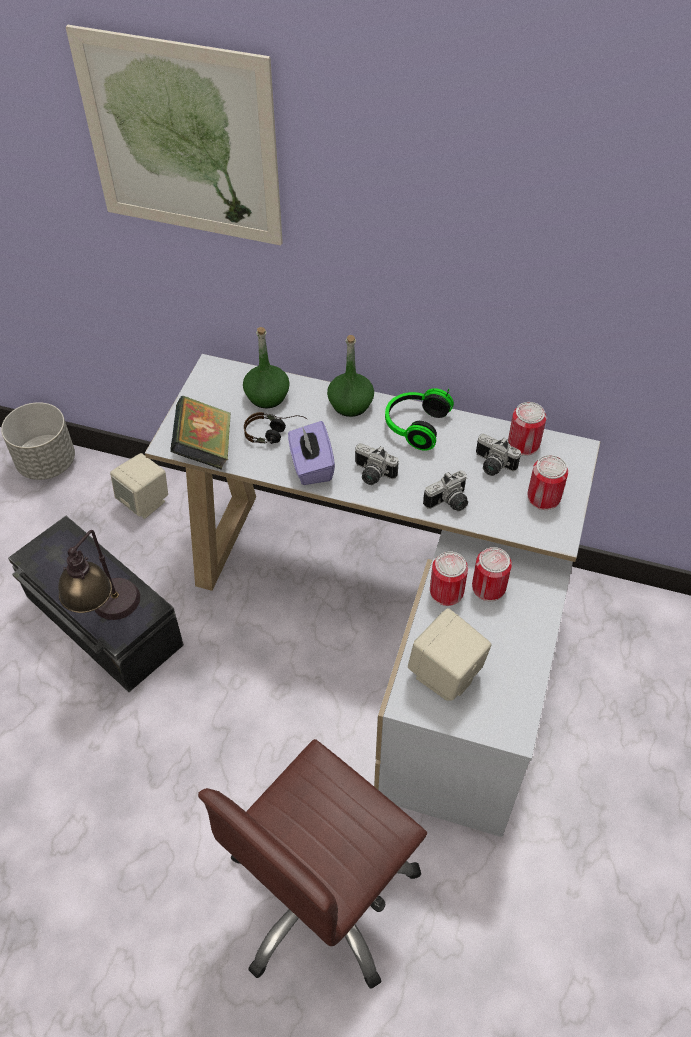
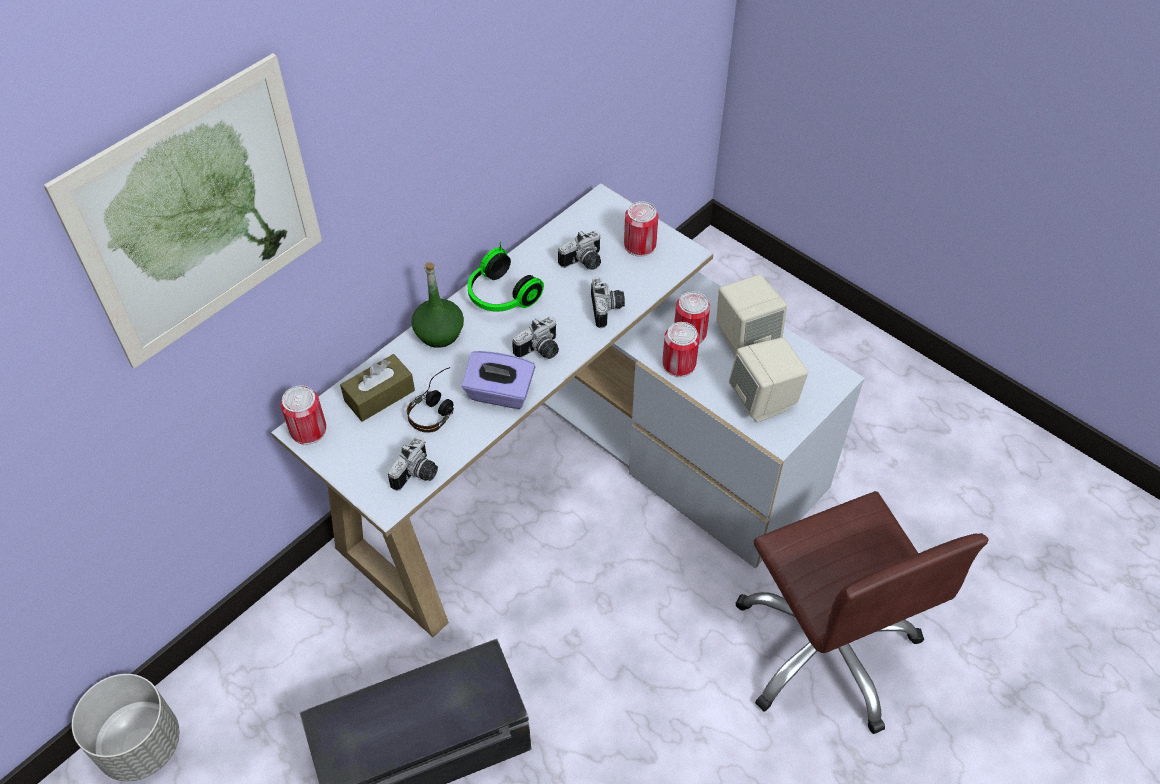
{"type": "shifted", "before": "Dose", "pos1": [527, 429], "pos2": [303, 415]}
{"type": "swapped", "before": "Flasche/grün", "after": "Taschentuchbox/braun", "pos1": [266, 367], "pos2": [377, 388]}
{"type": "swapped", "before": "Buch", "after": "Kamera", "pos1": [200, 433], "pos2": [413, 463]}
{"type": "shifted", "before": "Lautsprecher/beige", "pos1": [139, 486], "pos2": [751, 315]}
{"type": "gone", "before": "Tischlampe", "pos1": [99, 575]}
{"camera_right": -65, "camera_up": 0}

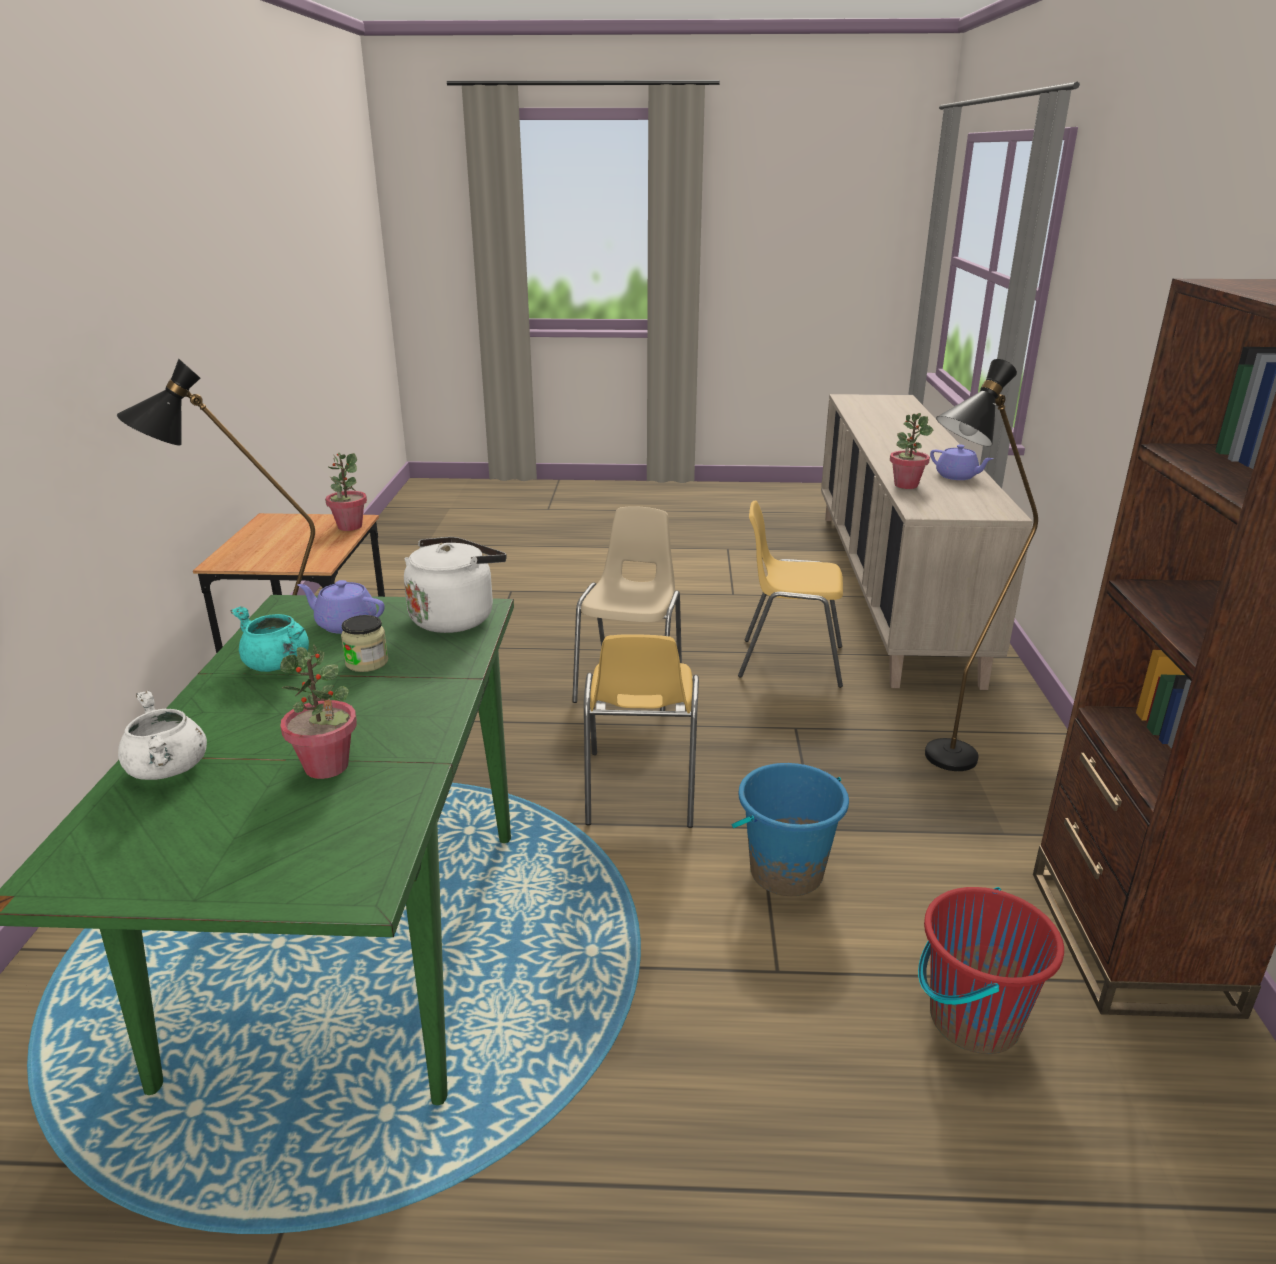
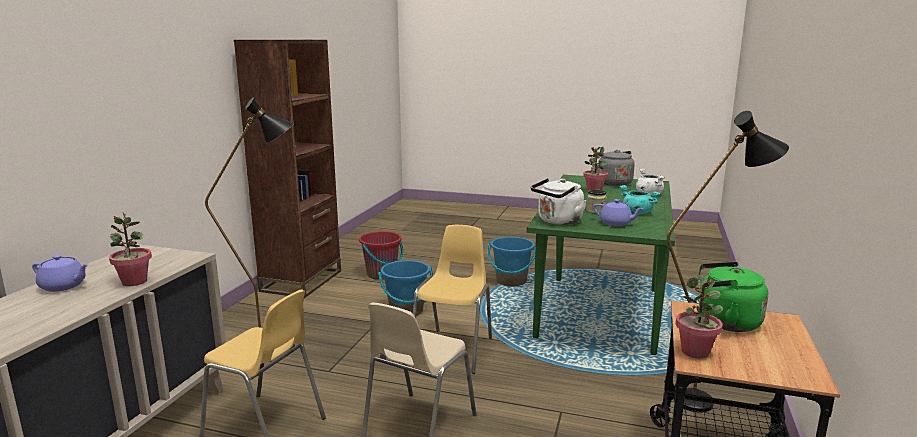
{"type": "rotated", "before": "Teekanne/lila", "pos1": [961, 462], "pos2": [60, 273], "turn": 135}
{"type": "new", "after": "Eimer/blau", "pos2": [512, 261]}
{"type": "new", "after": "Wasserkessel/grau", "pos2": [614, 168]}
{"type": "new", "after": "Wasserkessel/grün", "pos2": [732, 297]}
{"camera_right": -165, "camera_up": -10}

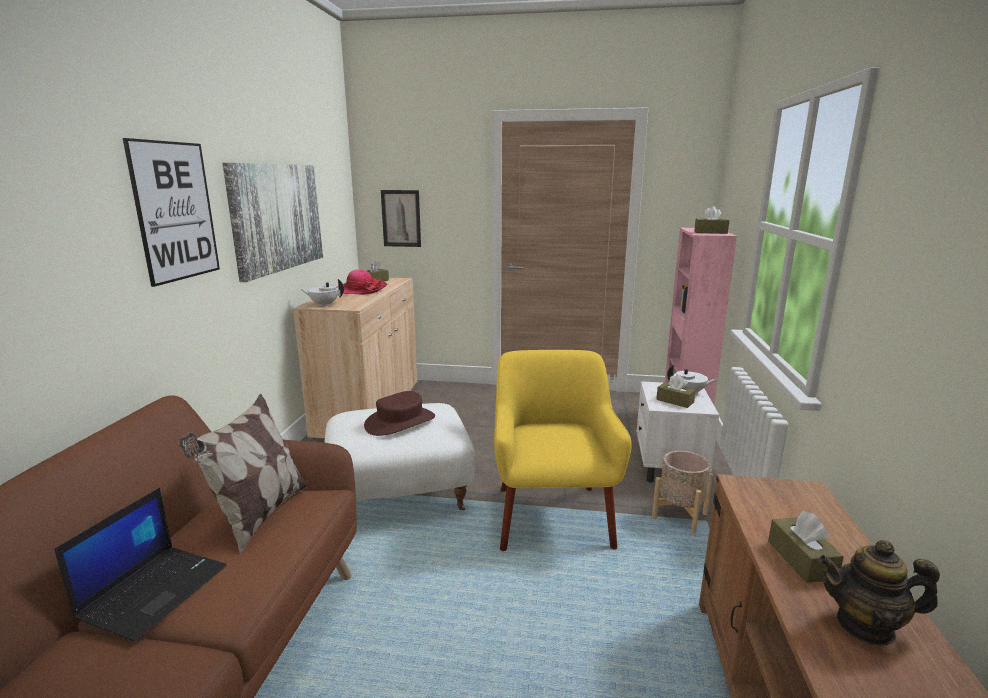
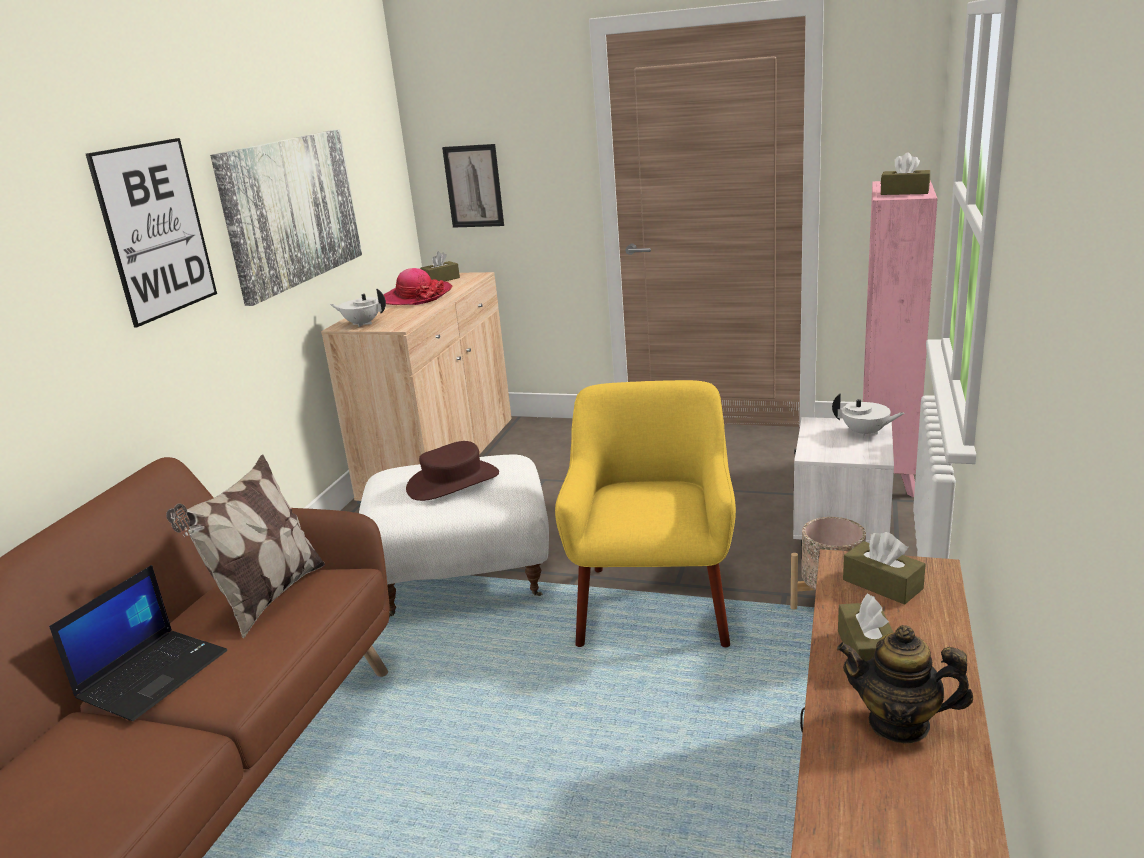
{"type": "shifted", "before": "Taschentuchbox/braun", "pos1": [676, 391], "pos2": [884, 568]}
{"camera_right": 10, "camera_up": 5}

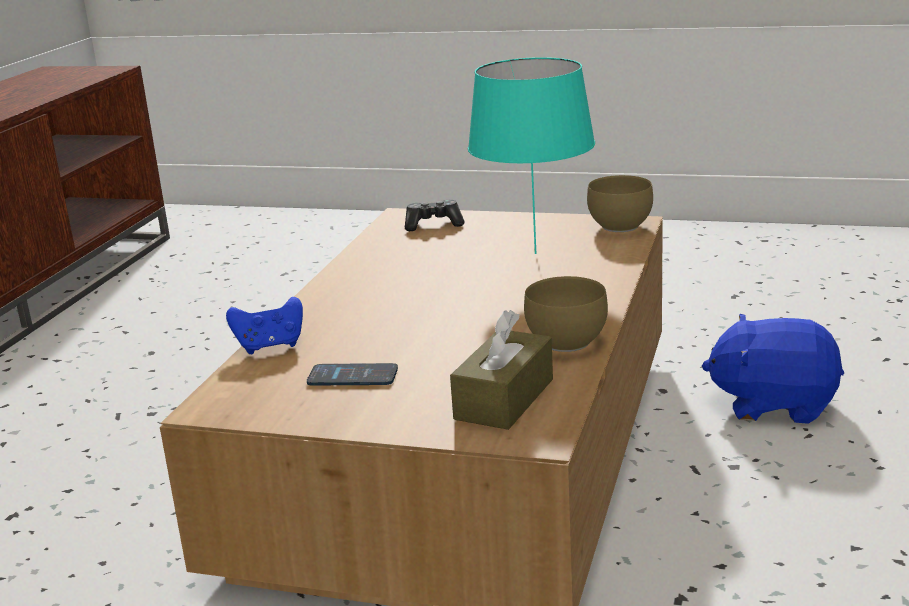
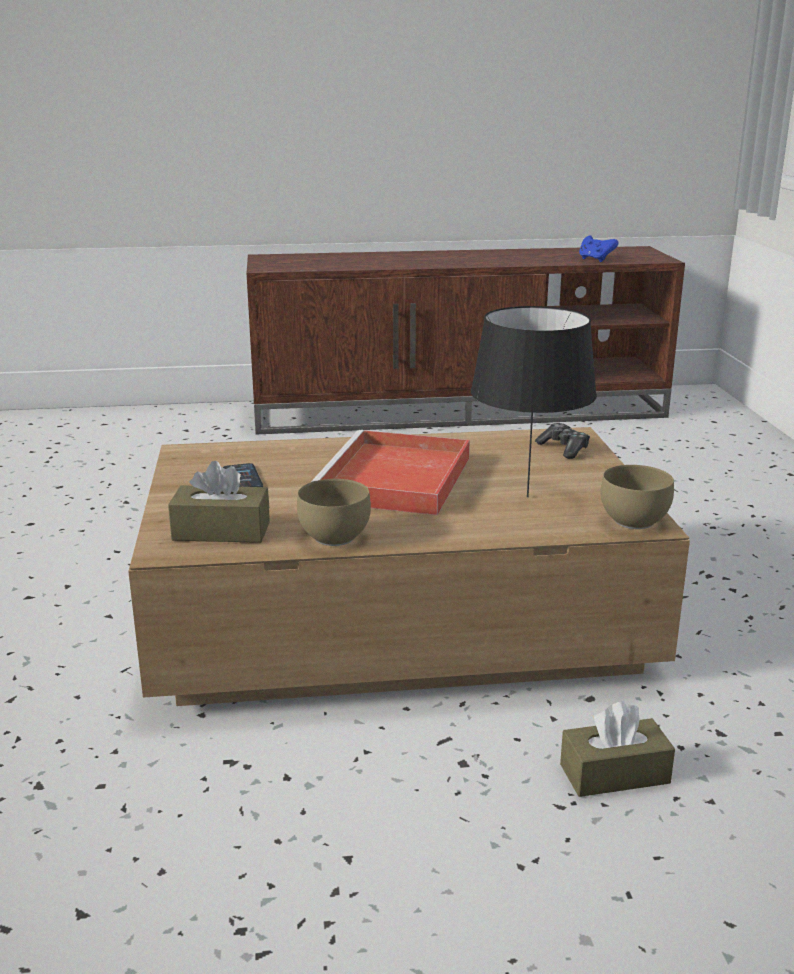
{"type": "new", "after": "Tablett/rot", "pos2": [390, 472]}
{"type": "repainted", "before": "Tischlampe/türkis", "after": "Tischlampe/schwarz", "pos1": [531, 155], "pos2": [534, 401]}
{"type": "swapped", "before": "Plüschtier/blau", "after": "Taschentuchbox/braun", "pos1": [773, 369], "pos2": [617, 749]}
{"type": "shifted", "before": "Gamepad/blau", "pos1": [264, 325], "pos2": [598, 248]}
{"camera_right": 65, "camera_up": 0}

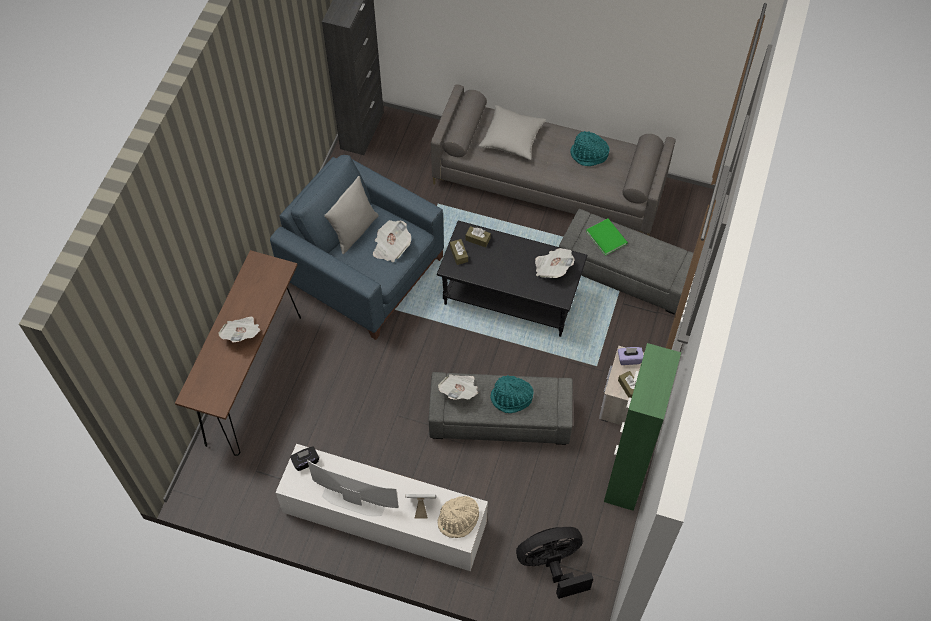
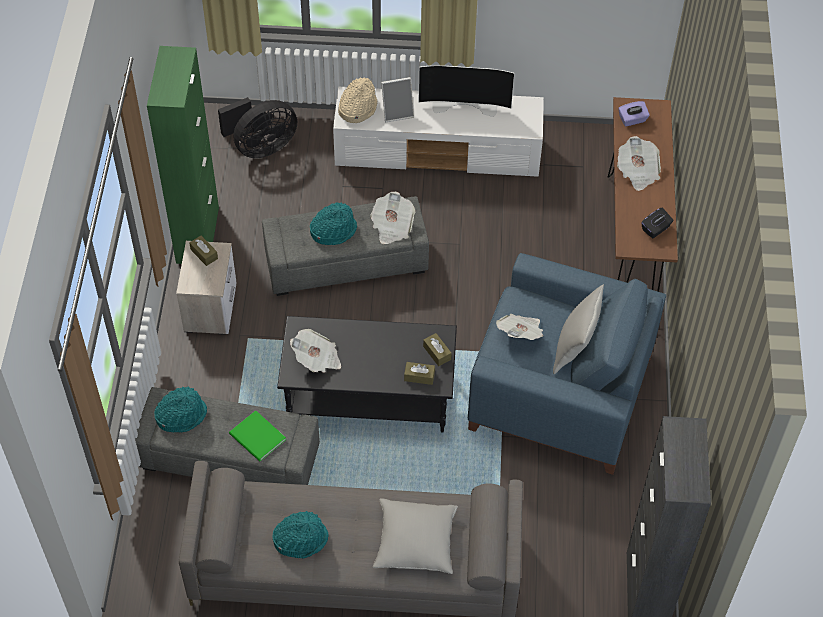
{"type": "new", "after": "Hut/türkis", "pos2": [180, 409]}
{"type": "shifted", "before": "Taschentuchbox/lila", "pos1": [631, 356], "pos2": [634, 113]}
{"type": "shifted", "before": "Taschentuchbox/schwarz", "pos1": [304, 458], "pos2": [657, 223]}
{"camera_right": 165, "camera_up": -5}

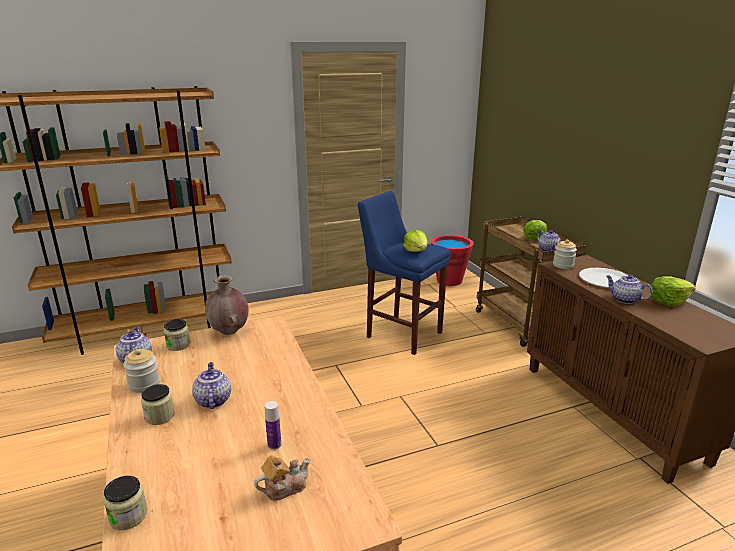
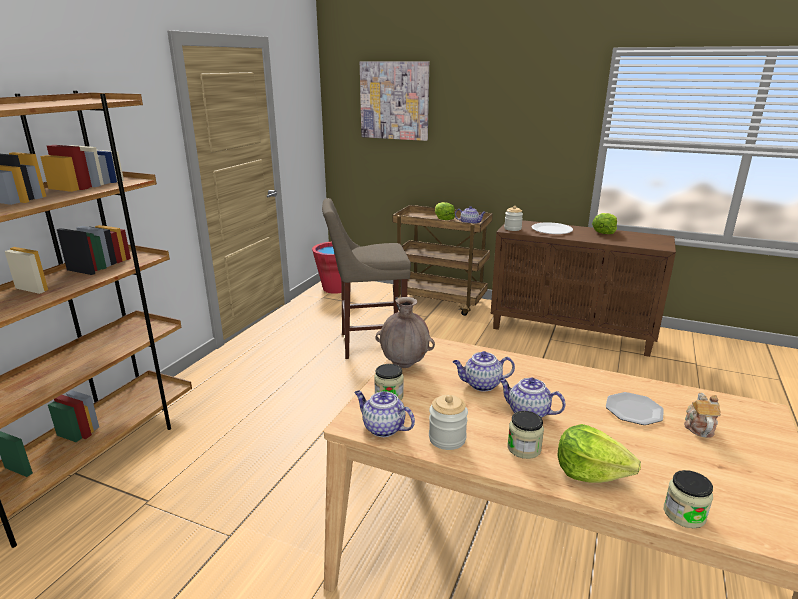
{"type": "repainted", "before": "Hocker/blau", "after": "Hocker/beige", "pos1": [404, 273], "pos2": [366, 278]}
{"type": "new", "after": "Bild", "pos2": [394, 101]}
{"type": "shifted", "before": "Teekanne", "pos1": [629, 289], "pos2": [484, 371]}
{"type": "shifted", "before": "Salatkopf", "pos1": [415, 241], "pos2": [599, 453]}
{"type": "swapped", "before": "Flasche", "after": "Teller", "pos1": [272, 425], "pos2": [635, 408]}
{"camera_right": -45, "camera_up": 0}

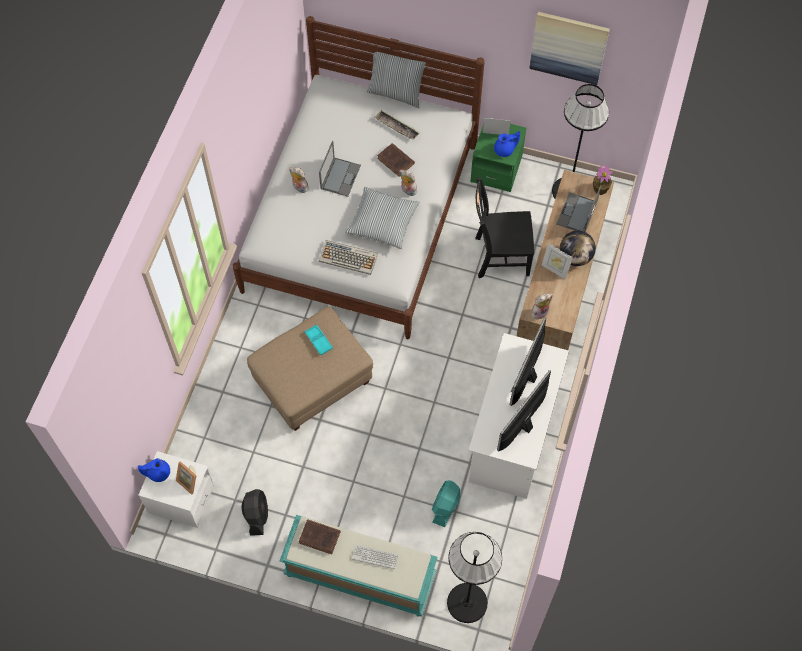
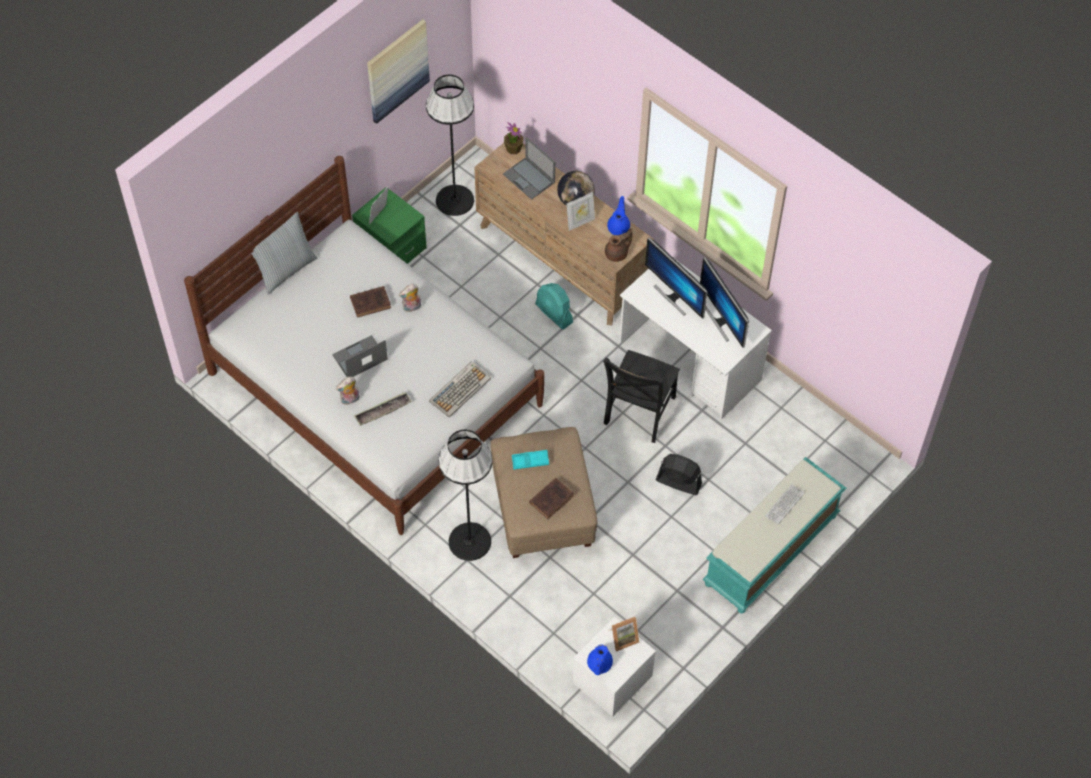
{"type": "rotated", "before": "Laptop", "pos1": [340, 169], "pos2": [360, 356], "turn": -75}
{"type": "shifted", "before": "Tablett", "pos1": [397, 125], "pos2": [383, 409]}
{"type": "shifted", "before": "Stehlampe/schwarz", "pos1": [474, 577], "pos2": [465, 495]}
{"type": "shifted", "before": "Buch/braun", "pos1": [320, 536], "pos2": [551, 498]}
{"type": "shifted", "before": "Ventilator/türkis", "pos1": [446, 504], "pos2": [554, 306]}
{"type": "shifted", "before": "Stuhl/schwarz", "pos1": [504, 227], "pos2": [641, 396]}
{"type": "swapped", "before": "Plüschtier", "after": "Teekanne/braun", "pos1": [542, 306], "pos2": [618, 245]}
{"type": "shifted", "before": "Teekanne/blau", "pos1": [507, 144], "pos2": [618, 215]}
{"type": "shifted", "before": "Ventilator/schwarz", "pos1": [255, 512], "pos2": [679, 474]}
{"type": "gone", "before": "Kissen", "pos1": [382, 218]}
{"camera_right": -65, "camera_up": -5}

